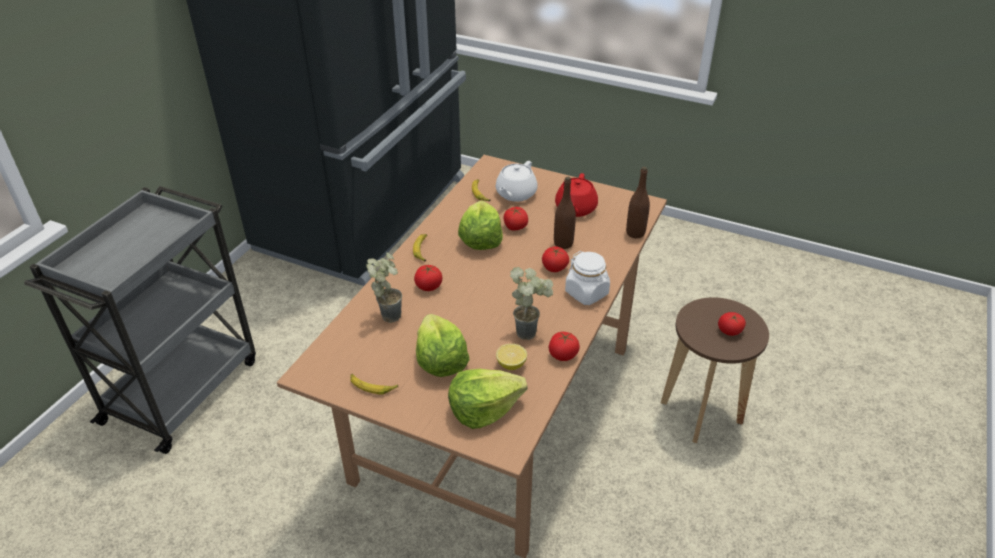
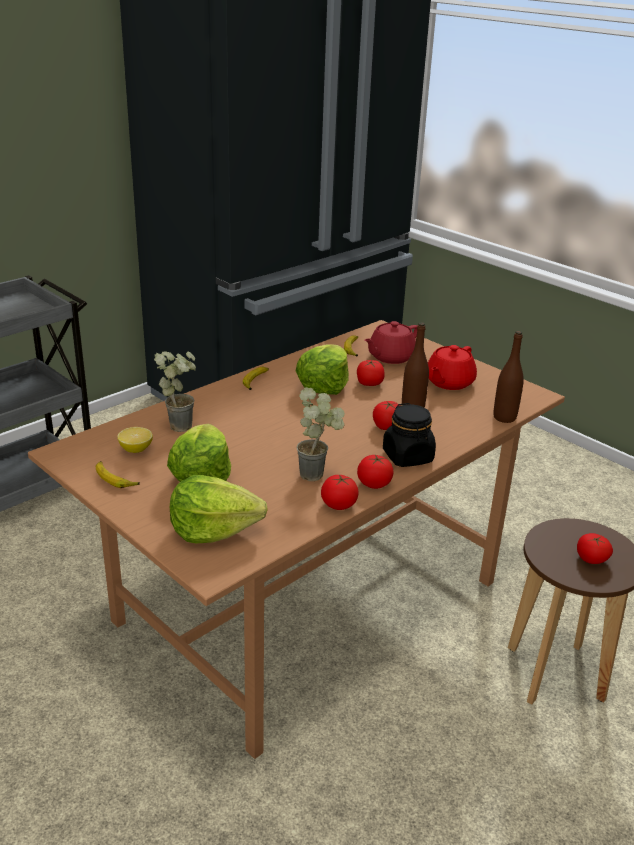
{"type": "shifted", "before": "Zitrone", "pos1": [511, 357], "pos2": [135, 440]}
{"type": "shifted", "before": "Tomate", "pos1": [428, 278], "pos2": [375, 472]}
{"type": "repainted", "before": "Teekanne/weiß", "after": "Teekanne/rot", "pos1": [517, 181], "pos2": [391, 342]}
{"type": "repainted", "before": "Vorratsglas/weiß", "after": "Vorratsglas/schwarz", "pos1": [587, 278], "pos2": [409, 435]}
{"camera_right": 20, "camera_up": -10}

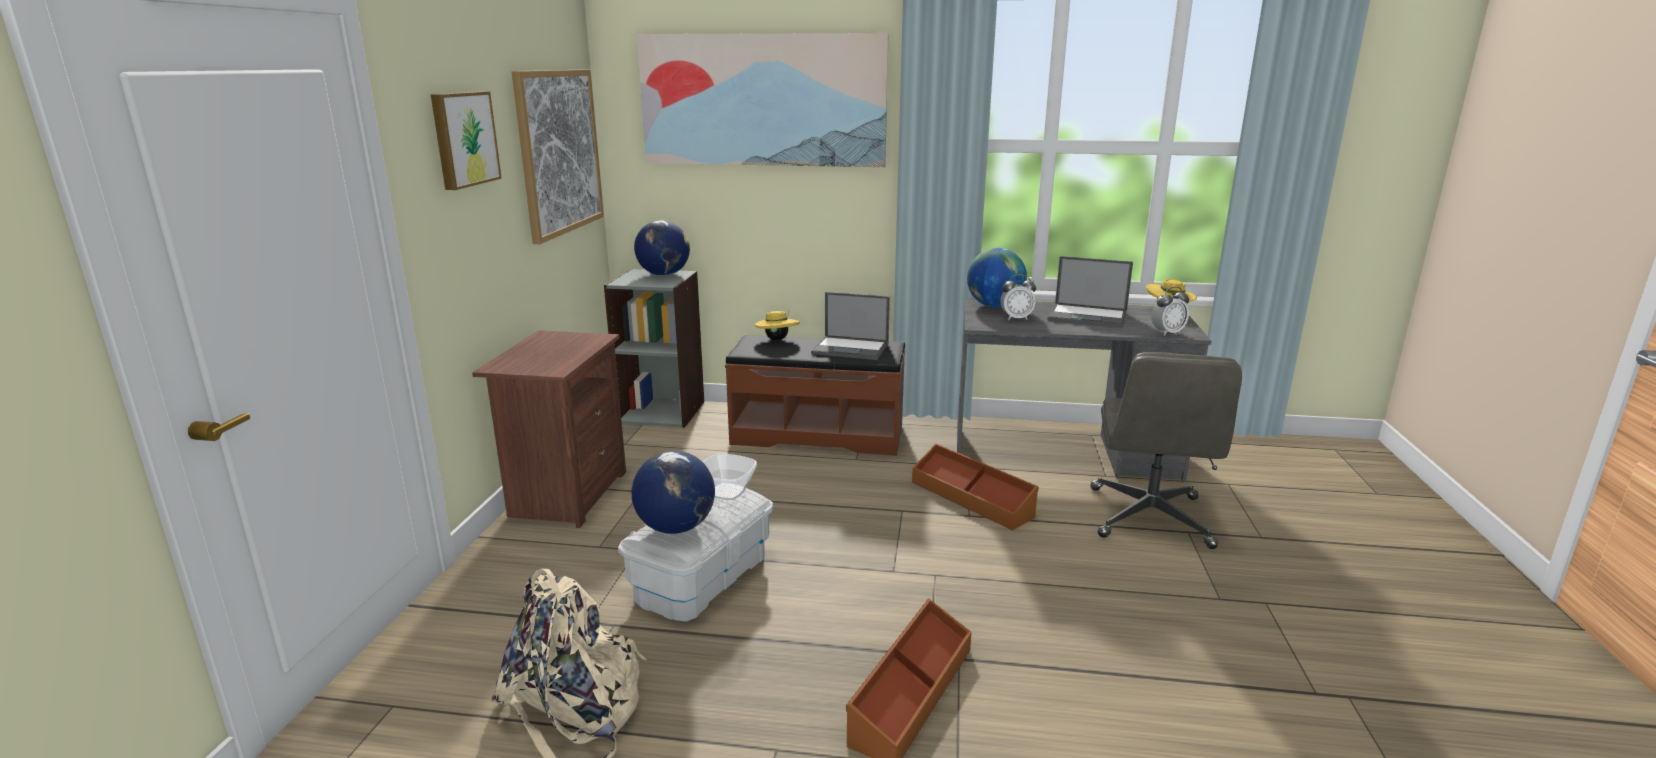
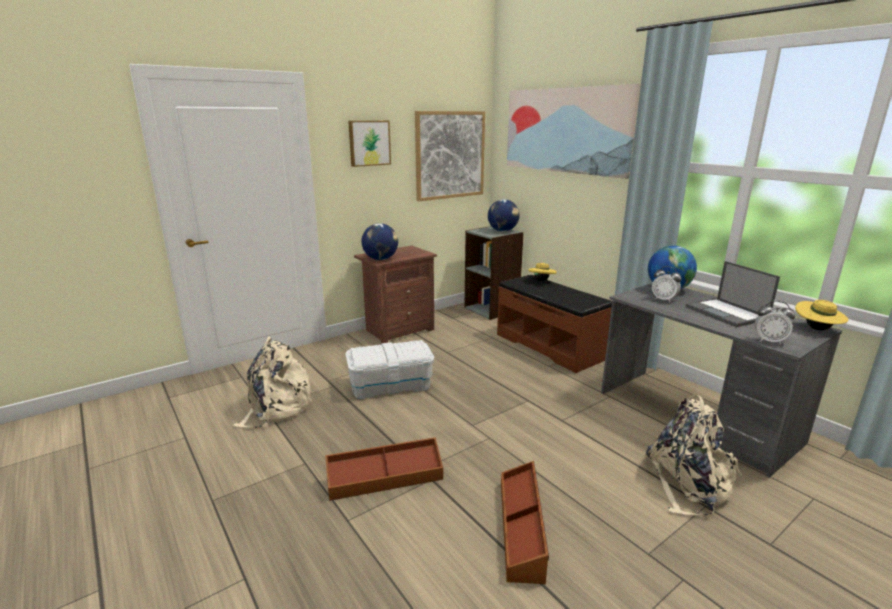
{"type": "shifted", "before": "Globus", "pos1": [673, 492], "pos2": [379, 241]}
{"type": "shifted", "before": "Aufbewahrungsbox/braun", "pos1": [975, 487], "pos2": [525, 522]}
{"type": "swapped", "before": "Bürostuhl/grau", "after": "Rucksack/beige", "pos1": [1166, 450], "pos2": [693, 456]}
{"type": "gone", "before": "Schüssel", "pos1": [730, 477]}
{"type": "gone", "before": "Laptop", "pos1": [850, 326]}
{"camera_right": 45, "camera_up": 0}

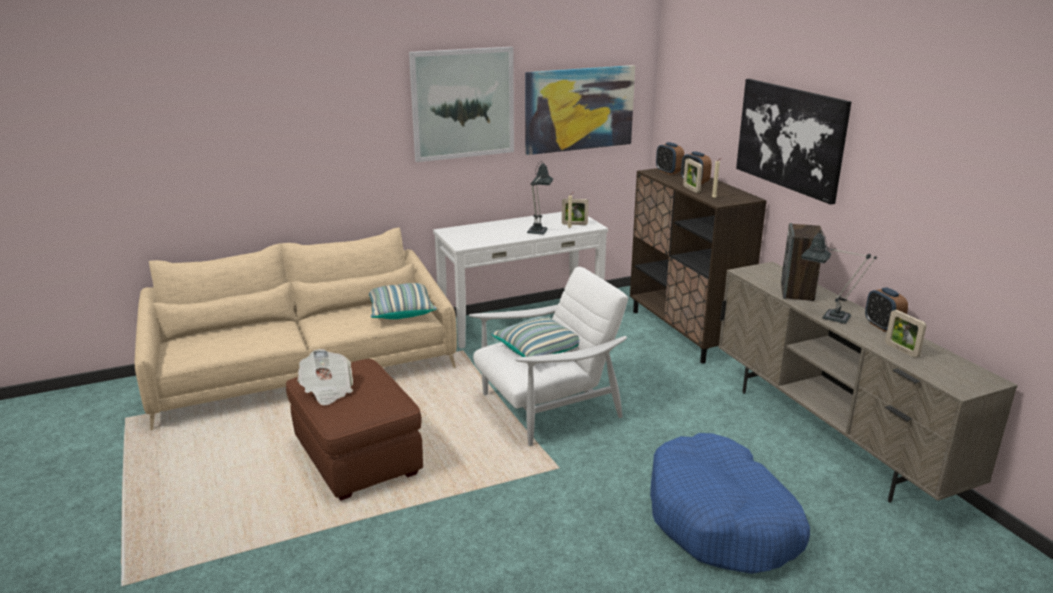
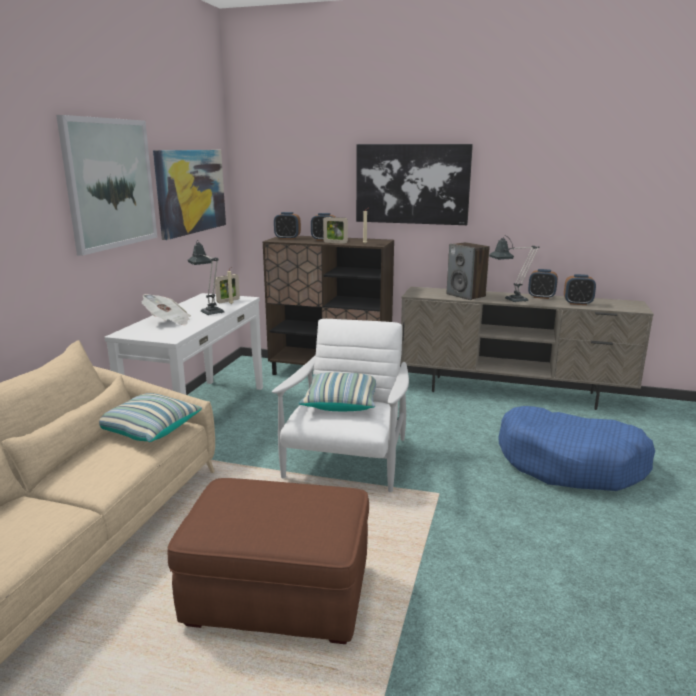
{"type": "shifted", "before": "Zeitung", "pos1": [325, 377], "pos2": [166, 309]}
{"type": "swapped", "before": "Bilderrahmen", "after": "Wecker", "pos1": [906, 334], "pos2": [580, 289]}
{"camera_right": -50, "camera_up": -5}

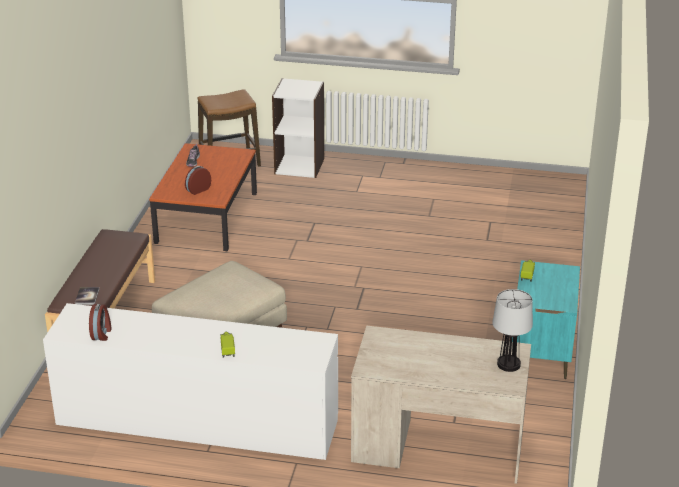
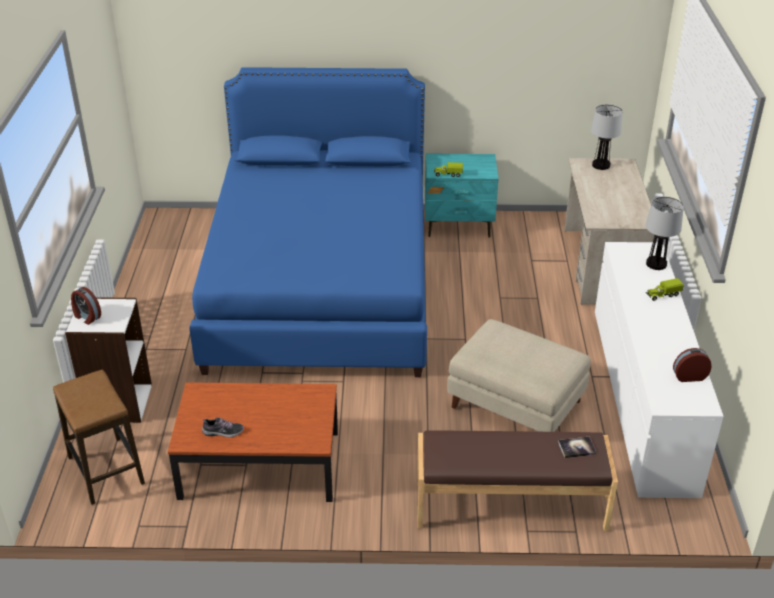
{"type": "shifted", "before": "Wecker", "pos1": [198, 180], "pos2": [86, 306]}
{"type": "new", "after": "Bett/blau", "pos2": [308, 222]}
{"type": "new", "after": "Tischlampe", "pos2": [665, 233]}
{"camera_right": -100, "camera_up": 5}

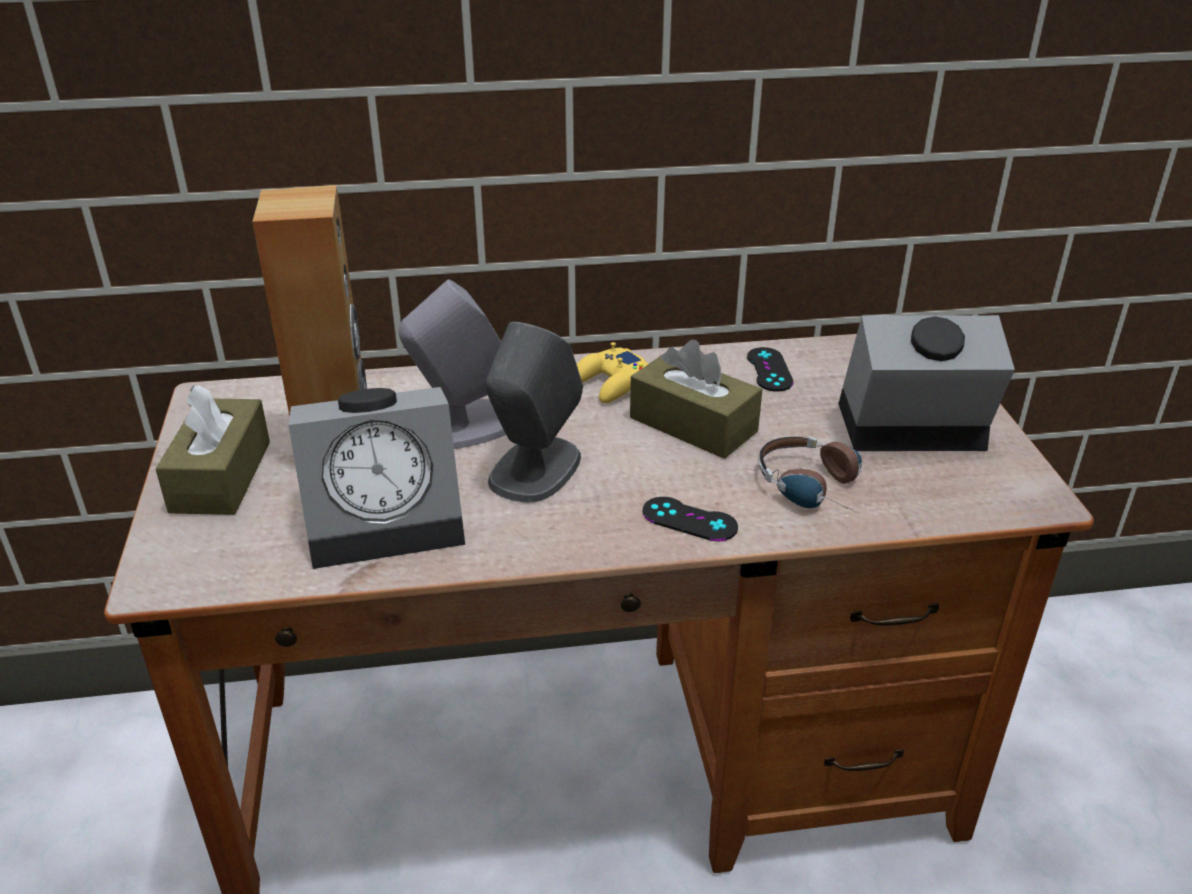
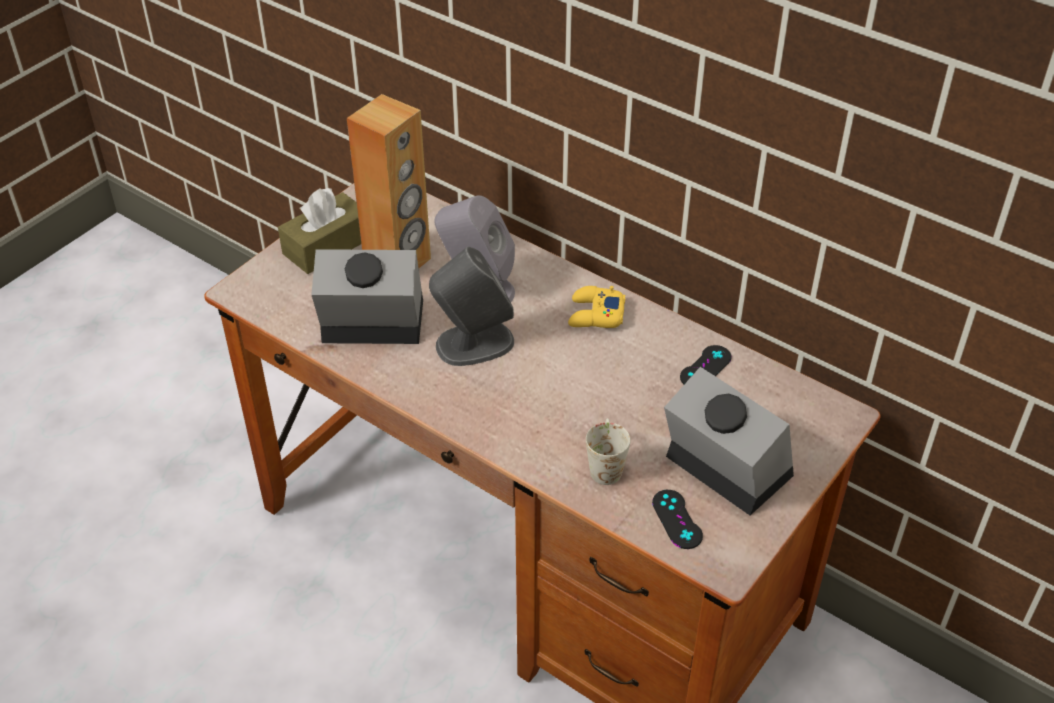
{"type": "rotated", "before": "Wecker", "pos1": [377, 478], "pos2": [367, 296], "turn": 150}
{"type": "swapped", "before": "Kopfhörer", "after": "Henkelbecher/weiß", "pos1": [810, 474], "pos2": [608, 451]}
{"type": "shifted", "before": "Gamepad/schwarz", "pos1": [690, 519], "pos2": [677, 519]}
{"type": "gone", "before": "Taschentuchbox/braun", "pos1": [696, 399]}
{"camera_right": 45, "camera_up": 10}

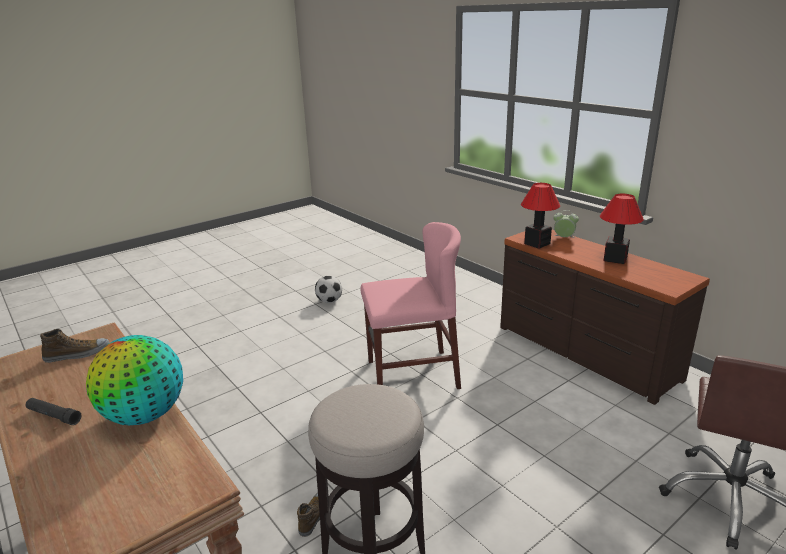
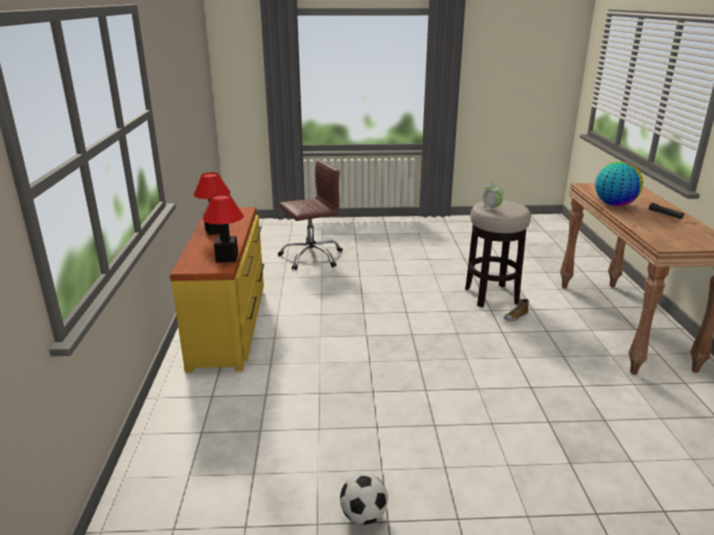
{"type": "repainted", "before": "Kommode/braun", "after": "Kommode/gelb", "pos1": [605, 317], "pos2": [217, 290]}
{"type": "shifted", "before": "Wecker", "pos1": [566, 224], "pos2": [493, 197]}
{"type": "gone", "before": "Schuh", "pos1": [74, 346]}
{"type": "gone", "before": "Stuhl/rosa", "pos1": [410, 305]}
{"camera_right": -145, "camera_up": 0}

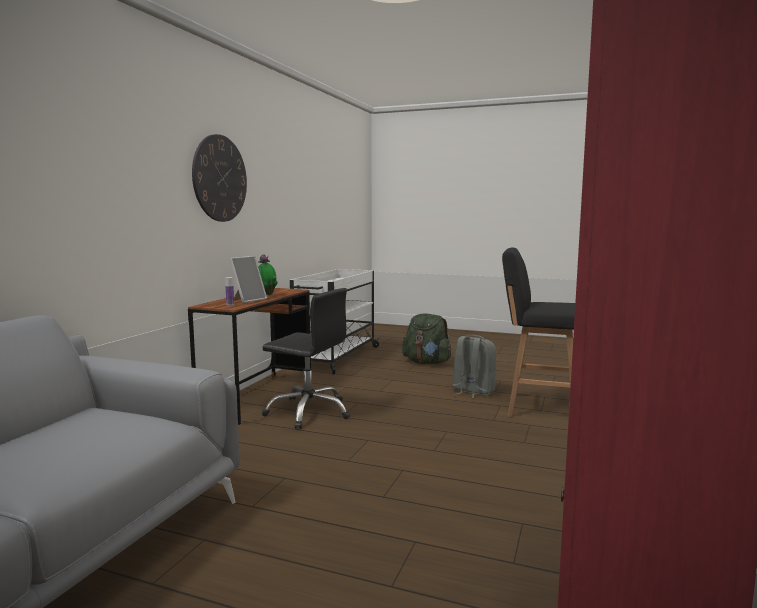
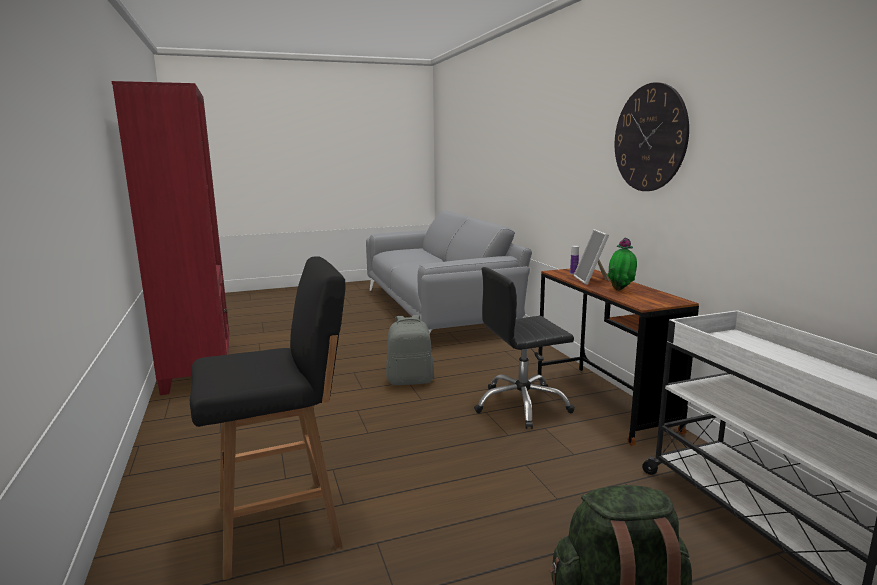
{"type": "shifted", "before": "Rucksack/grau", "pos1": [474, 366], "pos2": [410, 350]}
{"camera_right": 140, "camera_up": 5}

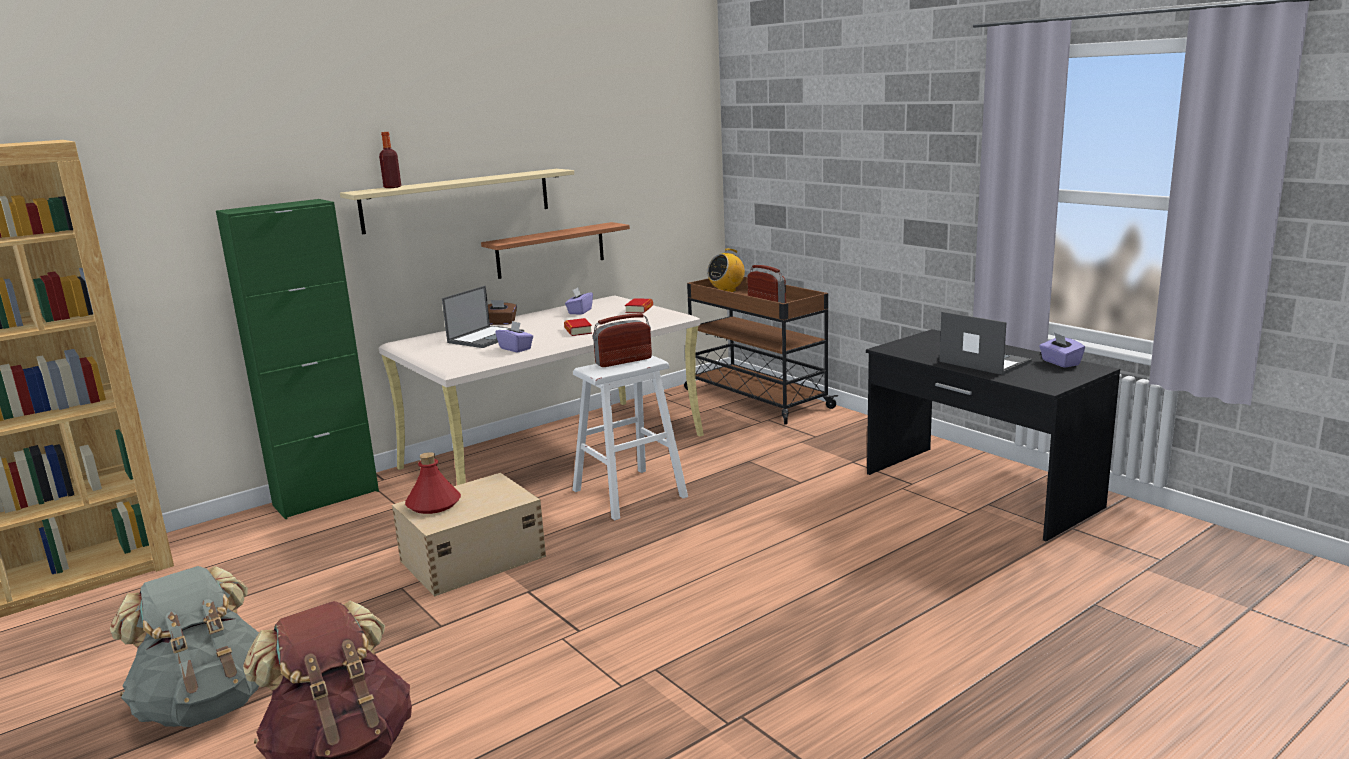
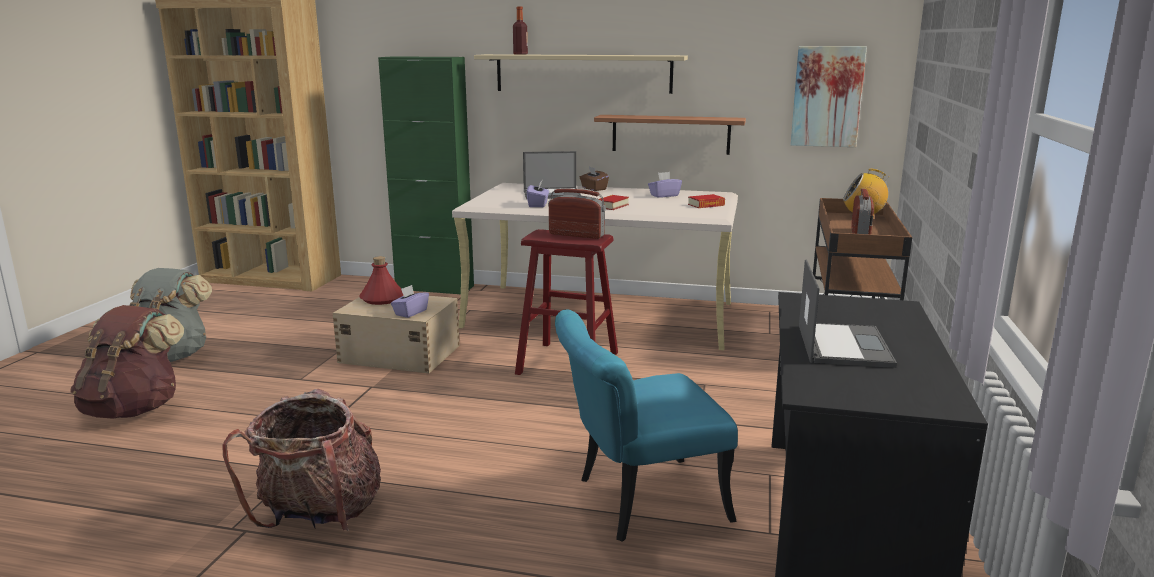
{"type": "new", "after": "Rucksack", "pos2": [301, 460]}
{"type": "shifted", "before": "Taschentuchbox/lila", "pos1": [1062, 350], "pos2": [410, 301]}
{"type": "repainted", "before": "Hocker/weiß", "after": "Hocker/rot", "pos1": [630, 437], "pos2": [566, 302]}
{"type": "new", "after": "Stuhl/türkis", "pos2": [646, 425]}
{"type": "new", "after": "Bild", "pos2": [828, 96]}
{"camera_right": 50, "camera_up": 0}

